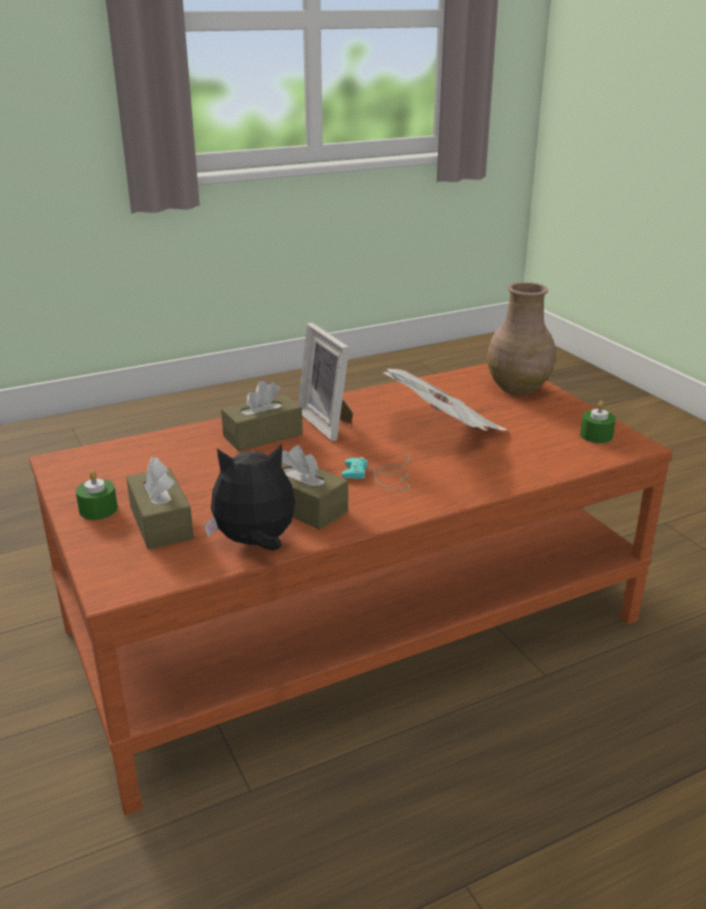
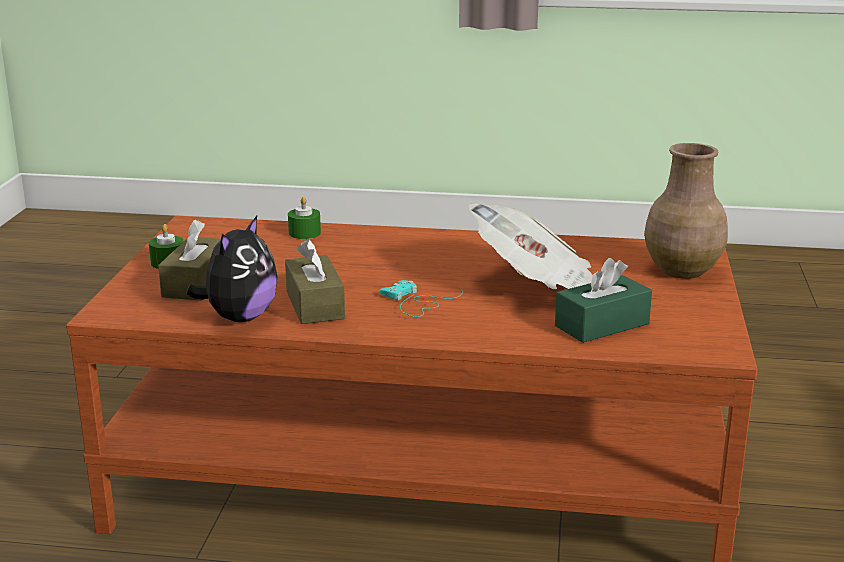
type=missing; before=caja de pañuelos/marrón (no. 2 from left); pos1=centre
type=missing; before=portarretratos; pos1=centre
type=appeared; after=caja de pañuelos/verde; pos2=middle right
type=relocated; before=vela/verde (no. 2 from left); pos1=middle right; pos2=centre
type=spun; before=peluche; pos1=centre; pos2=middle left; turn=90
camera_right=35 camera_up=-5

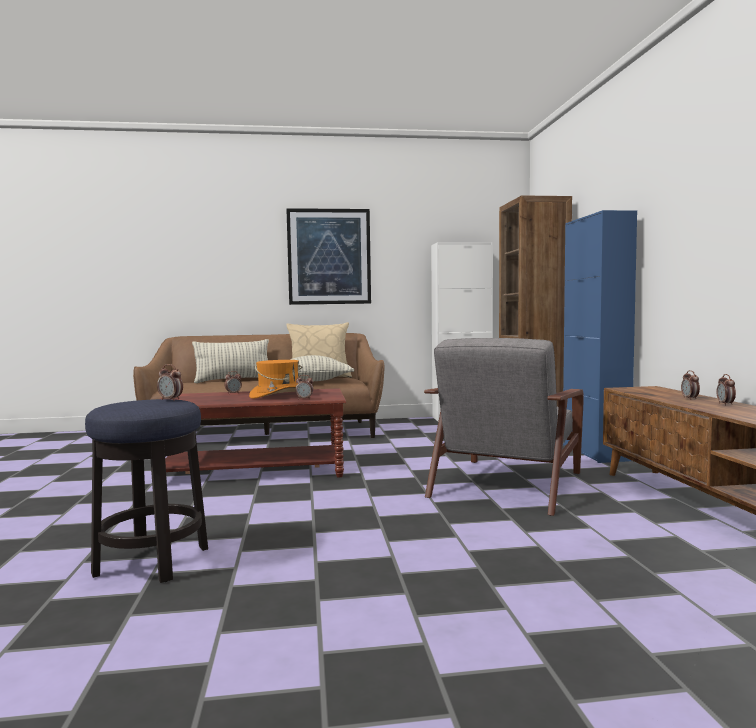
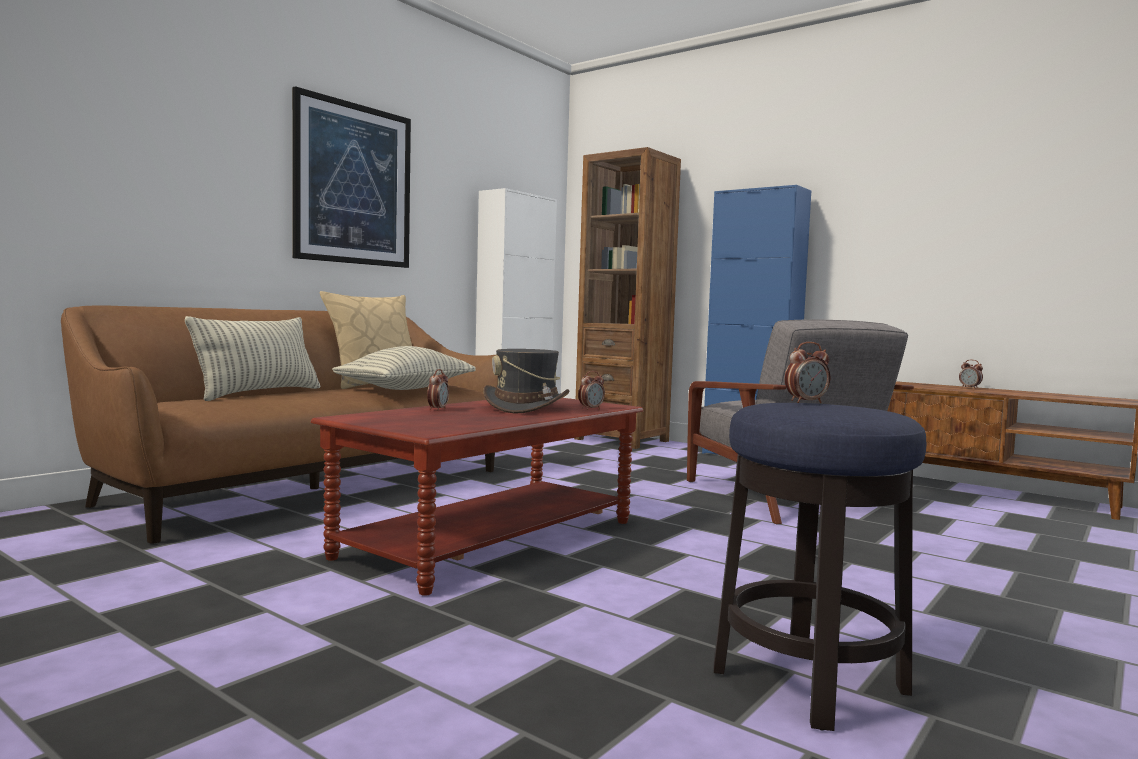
type=missing; before=despertador (no. 4 from left); pos1=middle right
type=colour; before=sombrero/naranja; after=sombrero/gris; pos1=centre; pos2=centre
camera_right=-45 camera_up=0

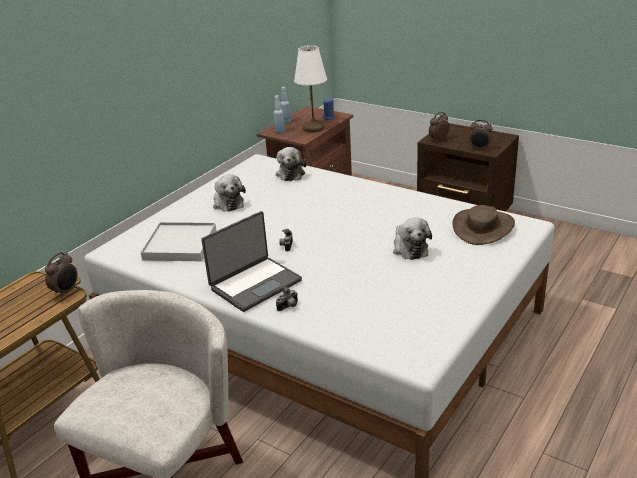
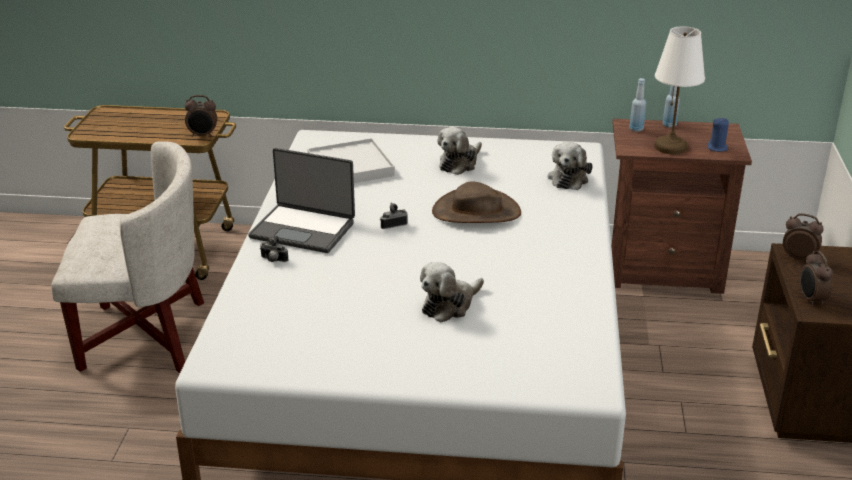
type=relocated; before=sombrero/marrón; pos1=middle right; pos2=centre
type=spun; before=peluche (no. 2 from left in the first image); pos1=centre; pos2=middle right; turn=-45
camera_right=60 camera_up=0

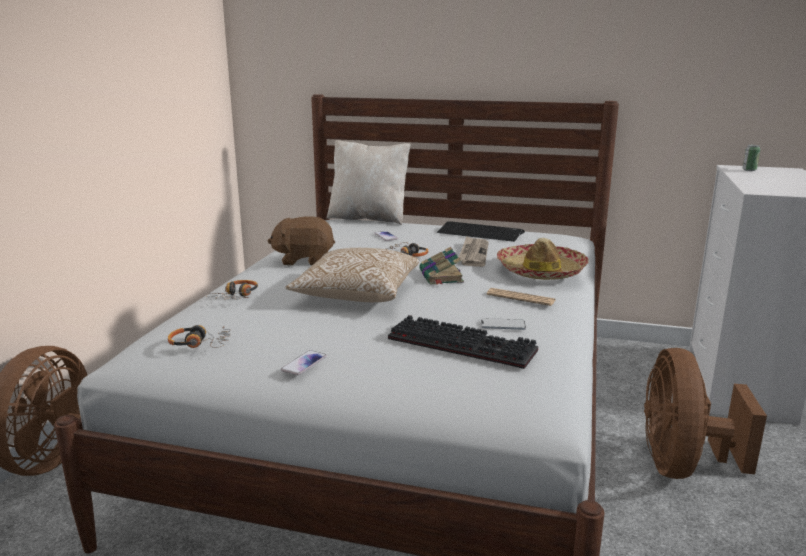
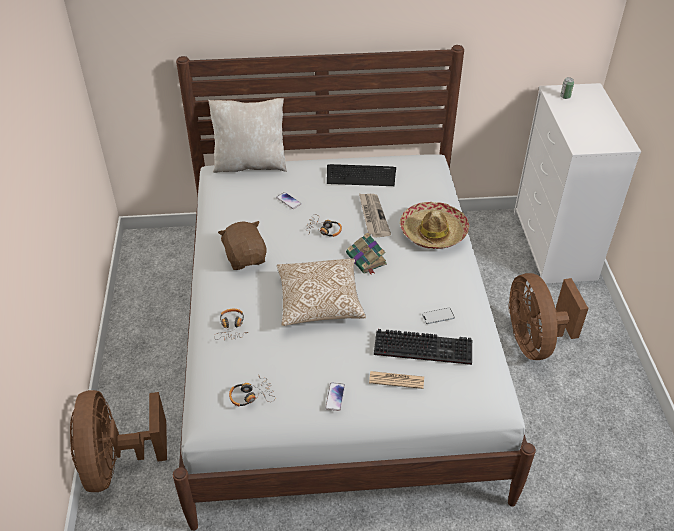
type=relocated; before=periódico (no. 2 from left); pos1=centre; pos2=bottom centre
type=spun; before=peluche/marrón; pos1=centre; pos2=centre; turn=90
camera_right=-20 camera_up=25

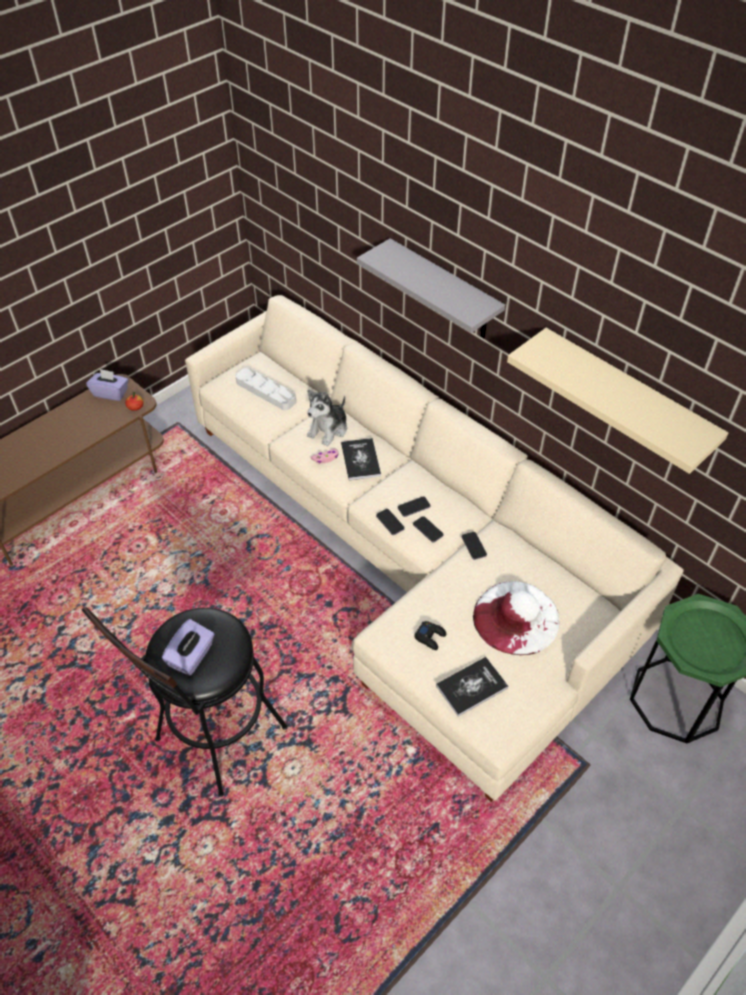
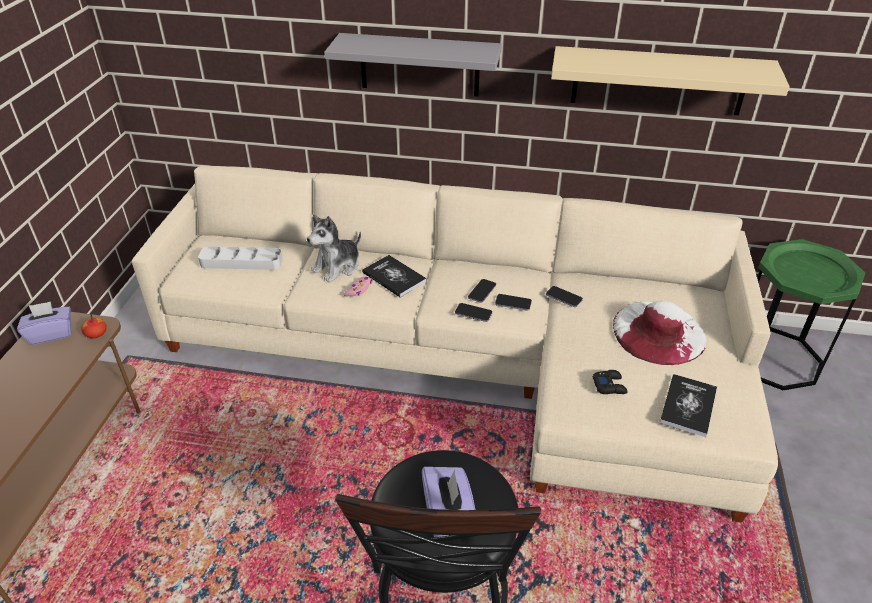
type=spun; before=peluche; pos1=centre; pos2=centre; turn=45
camera_right=-35 camera_up=-10

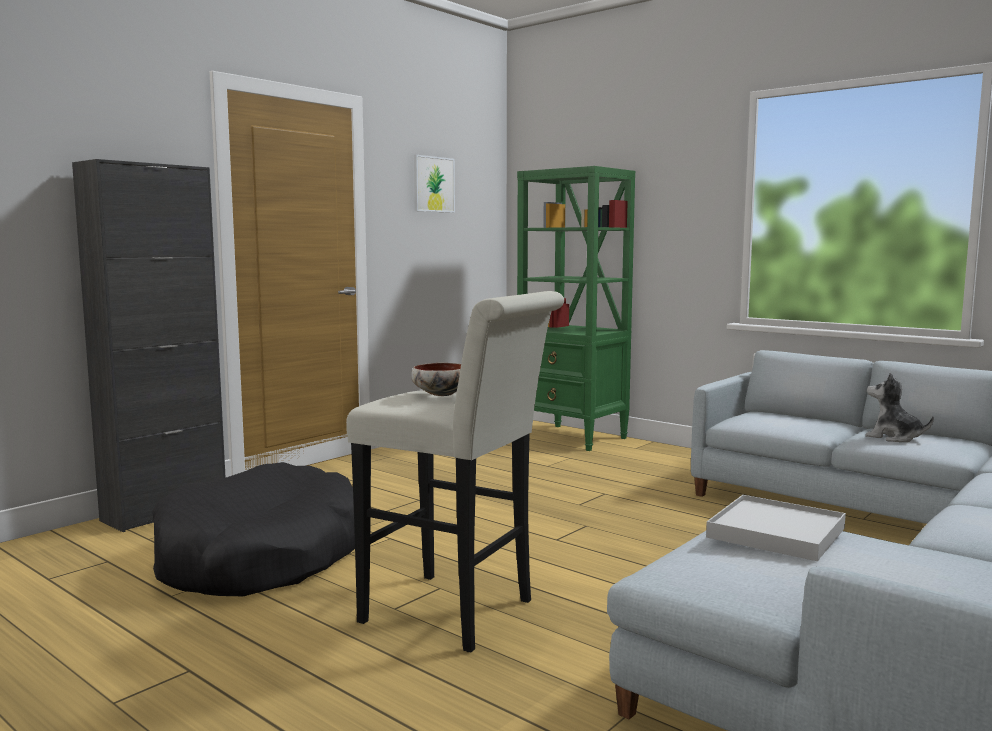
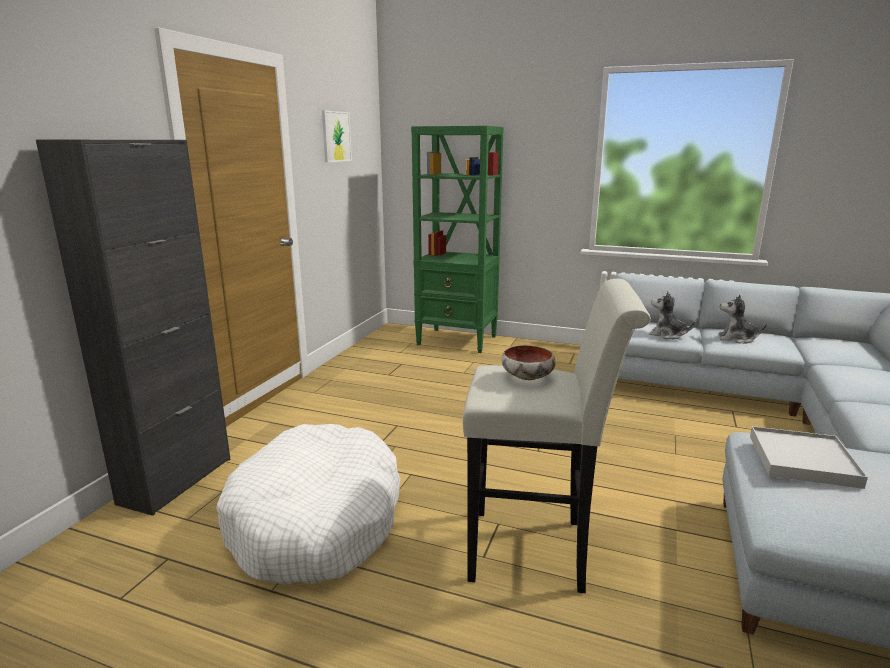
type=appeared; after=peluche (no. 1 from left); pos2=middle right
type=colour; before=cama para perro/negro; after=cama para perro/blanco; pos1=bottom left; pos2=bottom centre
camera_right=-20 camera_up=10

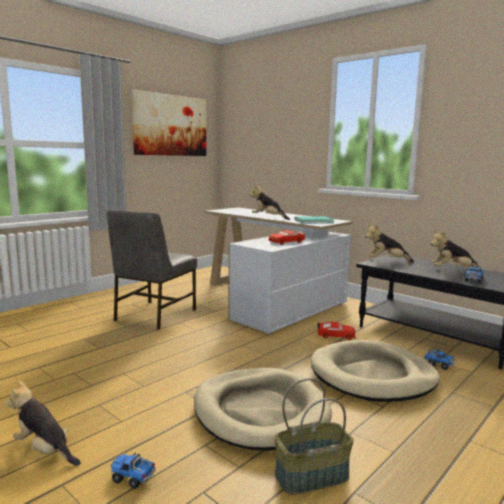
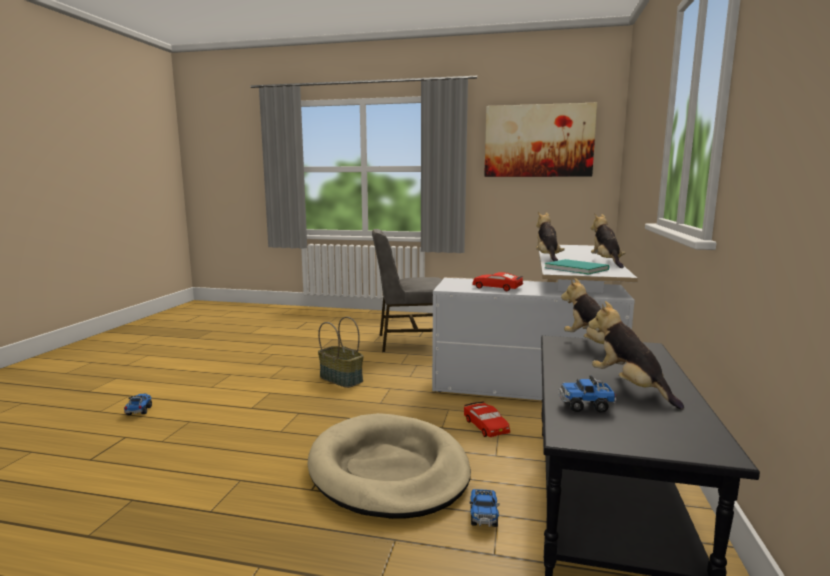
type=missing; before=cama para perro/beis (no. 1 from left); pos1=bottom centre
type=relocated; before=peluche (no. 1 from left in the first image); after=peluche (no. 3 from left); pos1=bottom left; pos2=middle right
type=relocated; before=cesta; pos1=bottom centre; pos2=centre
camera_right=60 camera_up=0

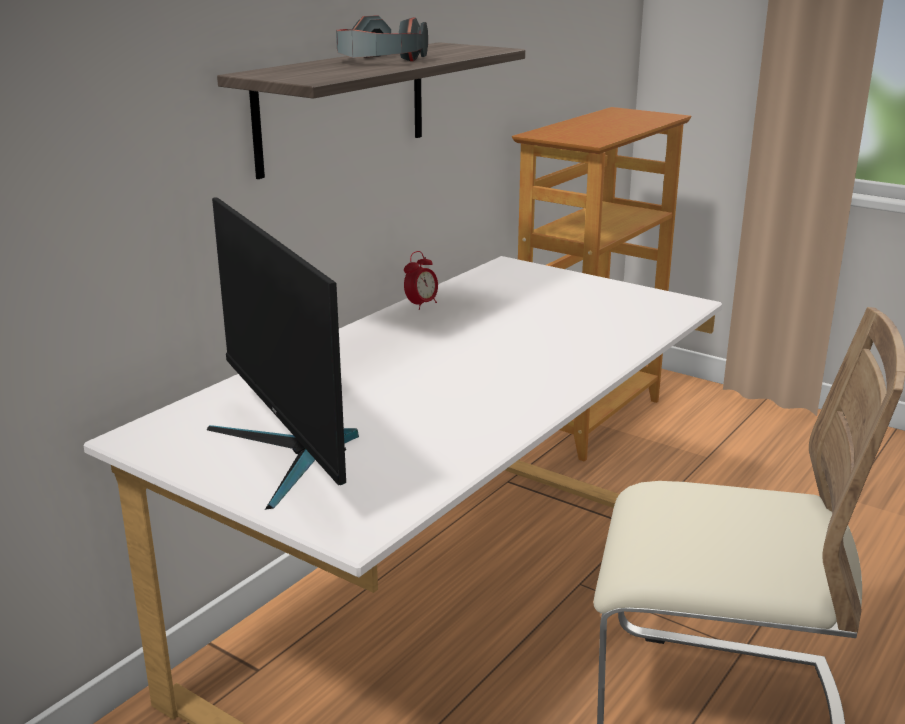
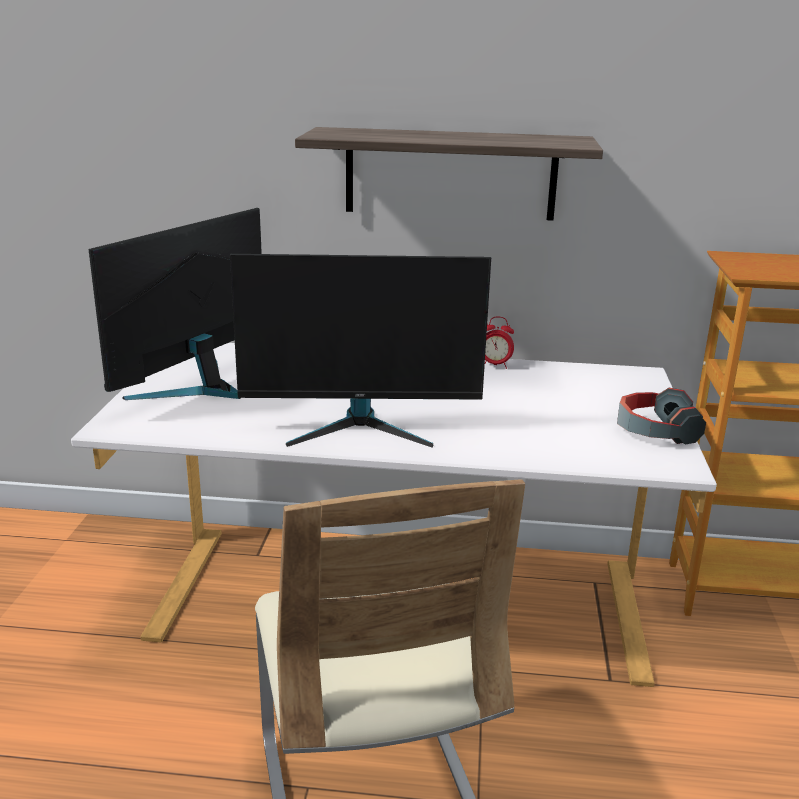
type=appeared; after=monitor (no. 2 from left); pos2=centre
type=relocated; before=auriculares; pos1=top centre; pos2=middle right
camera_right=60 camera_up=0

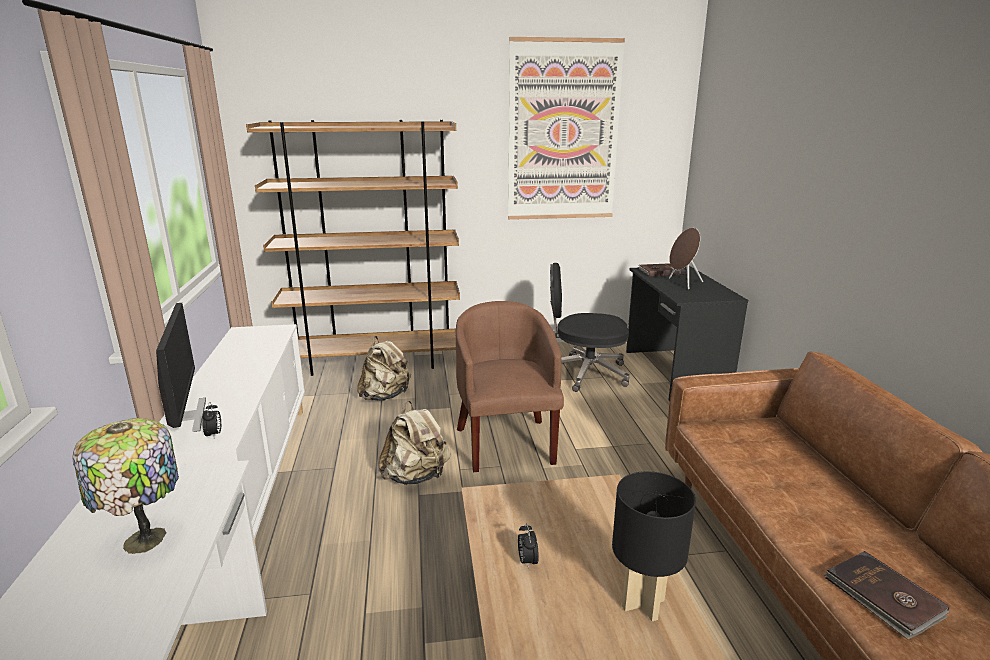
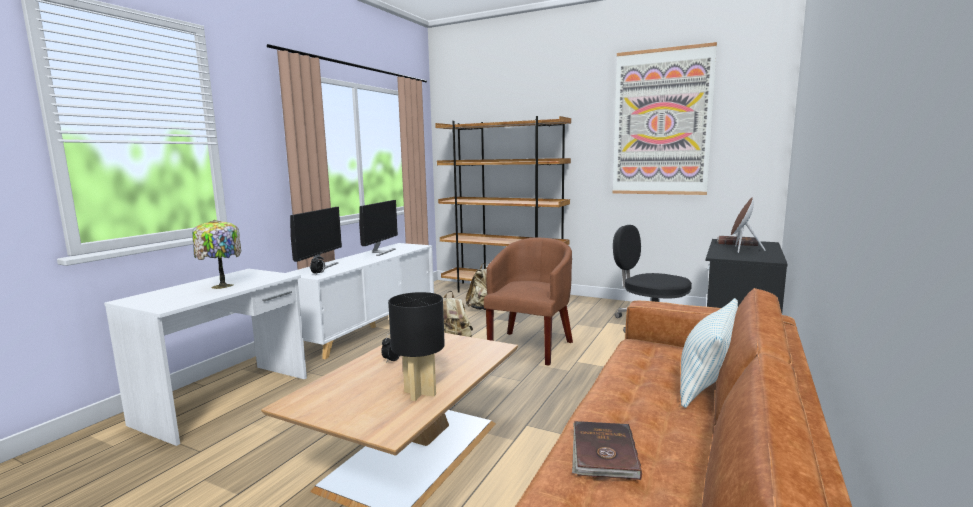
type=appeared; after=monitor (no. 2 from left); pos2=centre
type=appeared; after=cojín; pos2=bottom right
camera_right=35 camera_up=-10

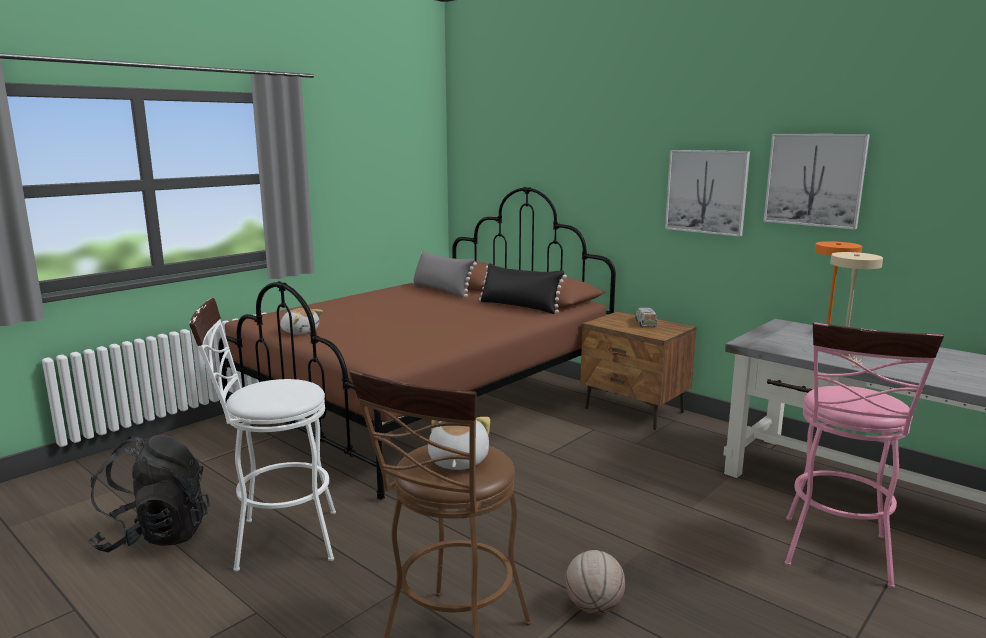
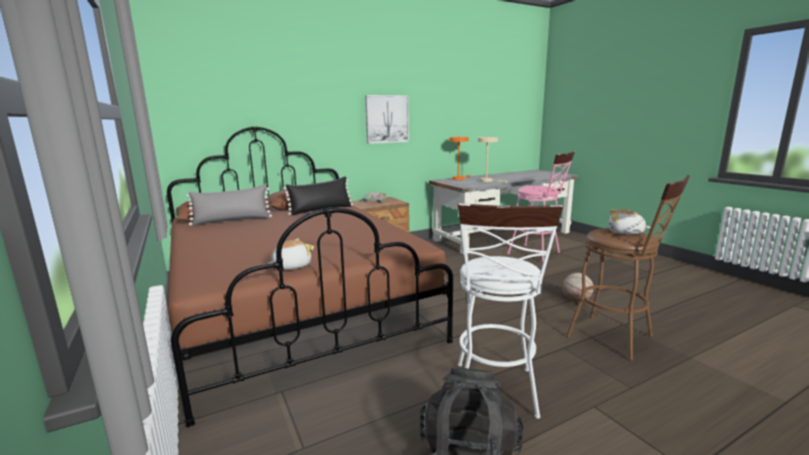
type=missing; before=cuadro (no. 2 from left); pos1=top right
camera_right=-70 camera_up=0

